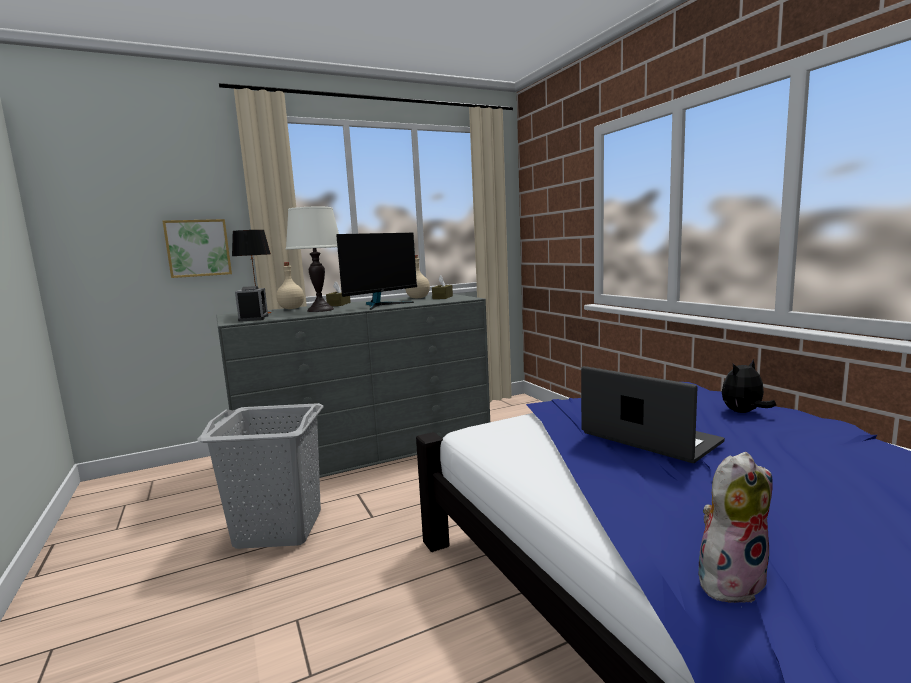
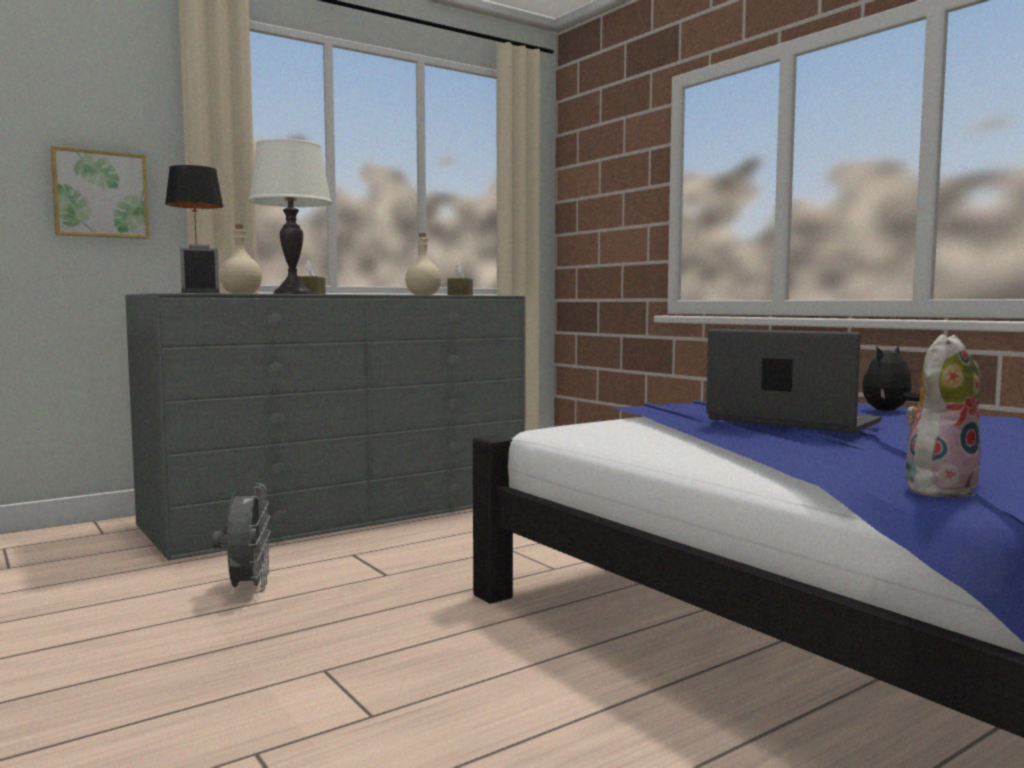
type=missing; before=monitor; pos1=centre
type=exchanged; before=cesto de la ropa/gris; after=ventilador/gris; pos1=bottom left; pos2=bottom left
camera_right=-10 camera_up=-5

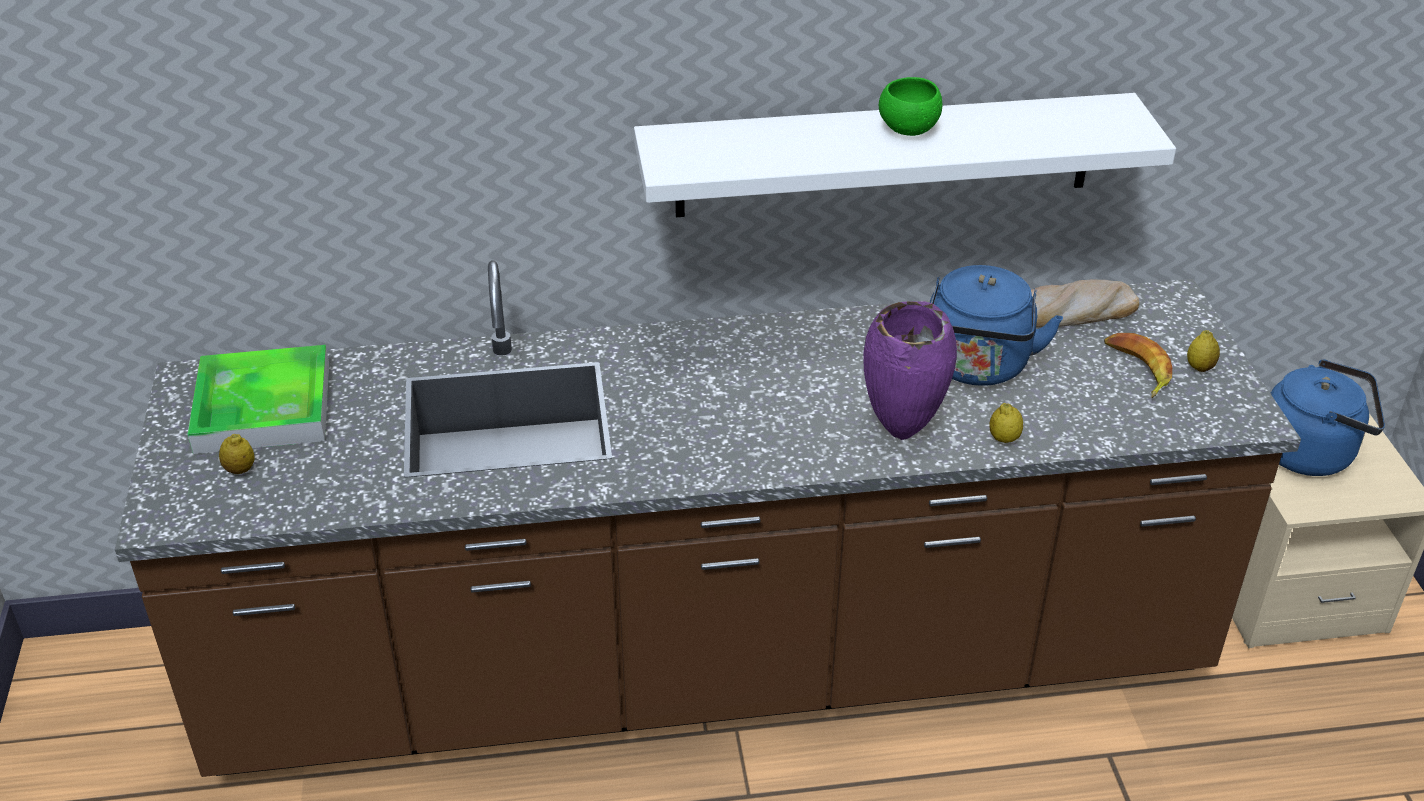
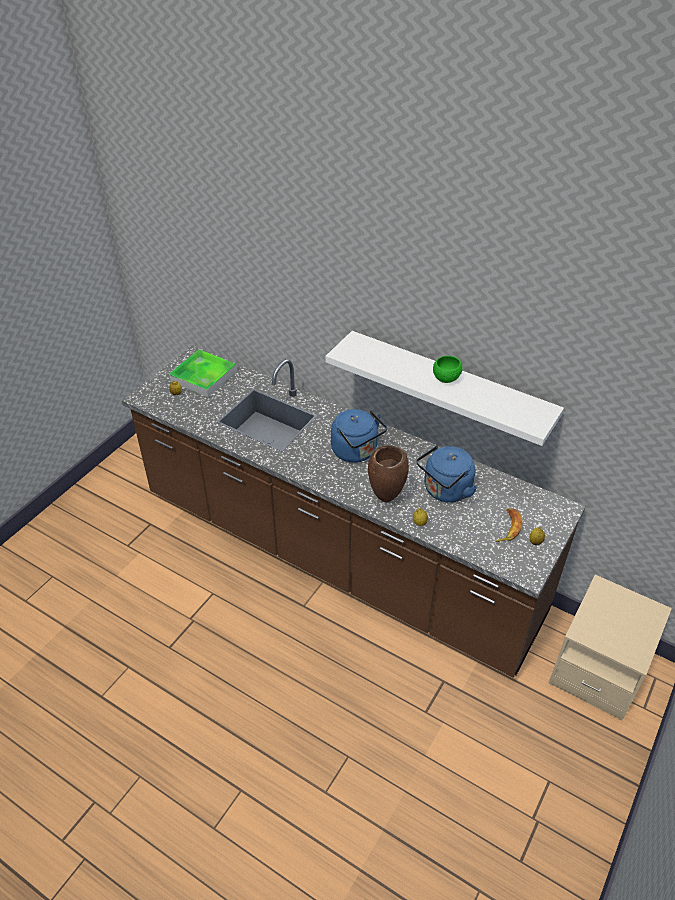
type=missing; before=pan; pos1=middle right
type=relocated; before=hervidor/azul (no. 2 from left in the first image); after=hervidor/azul (no. 1 from left); pos1=middle right; pos2=centre
type=colour; before=florero/morado; after=florero/marrón; pos1=centre; pos2=centre
camera_right=40 camera_up=5

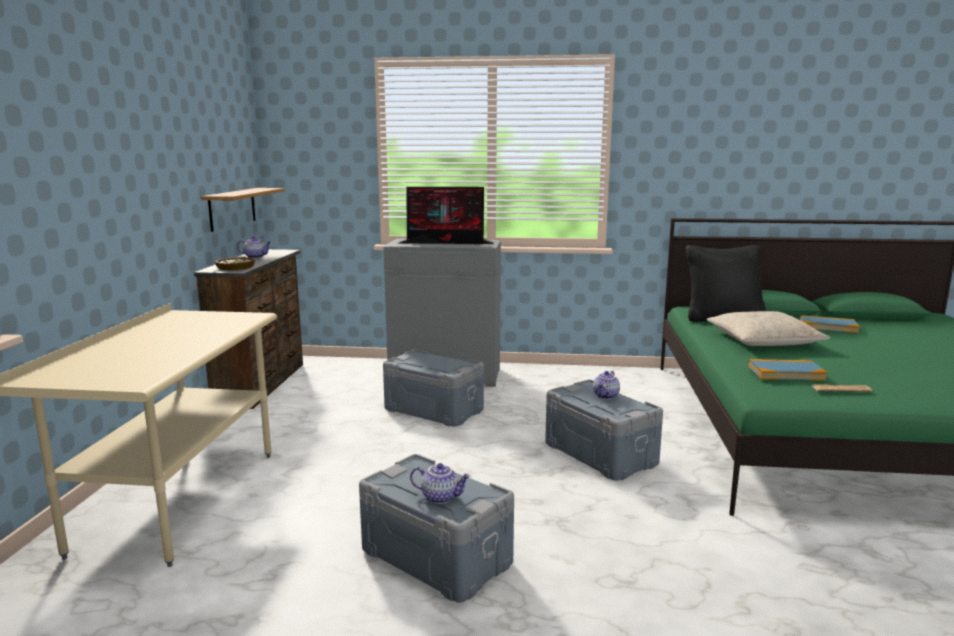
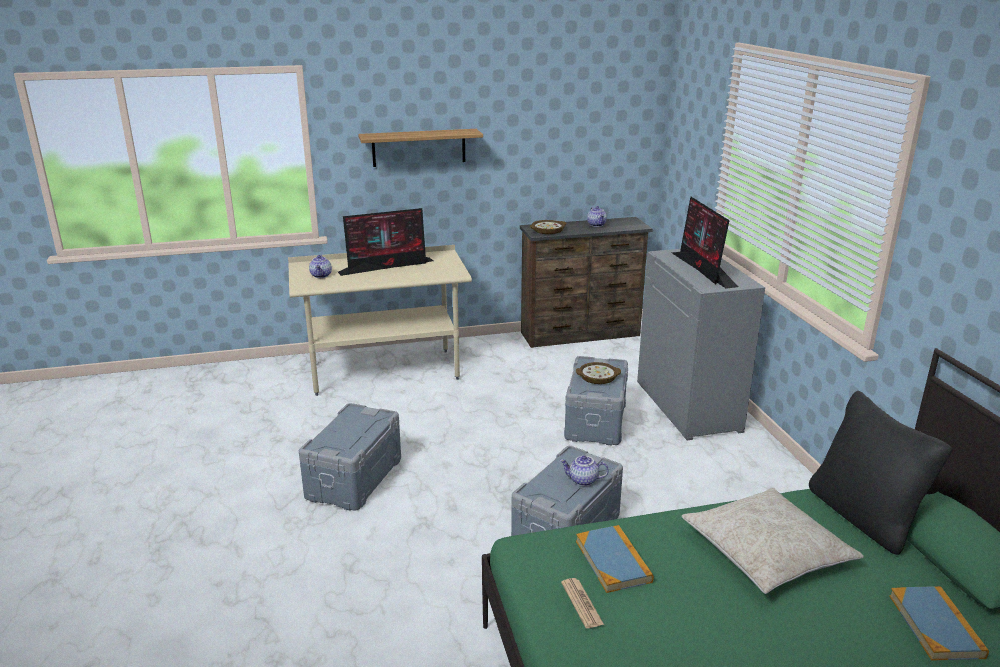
type=appeared; after=monitor (no. 1 from left); pos2=centre
type=appeared; after=cuenco (no. 2 from left); pos2=centre
type=relocated; before=estante; pos1=top left; pos2=top centre
type=relocated; before=tetera (no. 2 from left in the first image); after=tetera (no. 1 from left); pos1=bottom centre; pos2=middle left
camera_right=70 camera_up=10

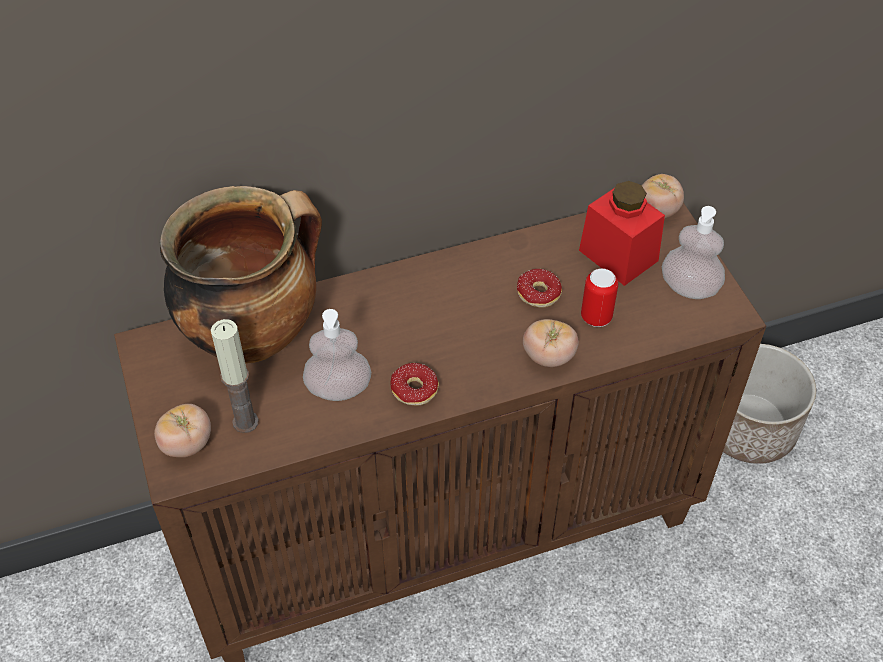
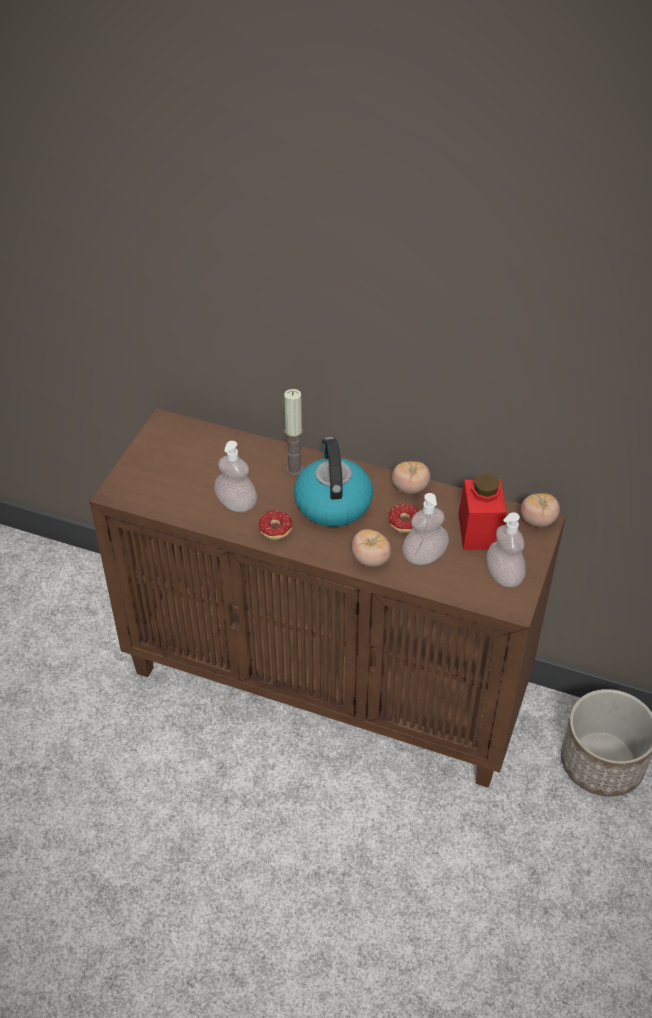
type=missing; before=olla; pos1=middle left
type=appeared; after=hervidor; pos2=centre
type=relocated; before=tomate (no. 1 from left in the first image); after=tomate (no. 2 from left); pos1=middle left; pos2=centre
type=relocated; before=vela; pos1=middle left; pos2=centre
type=exchanged; before=lata; after=dispensador de jabón (no. 2 from left); pos1=middle right; pos2=centre
camera_right=40 camera_up=-5

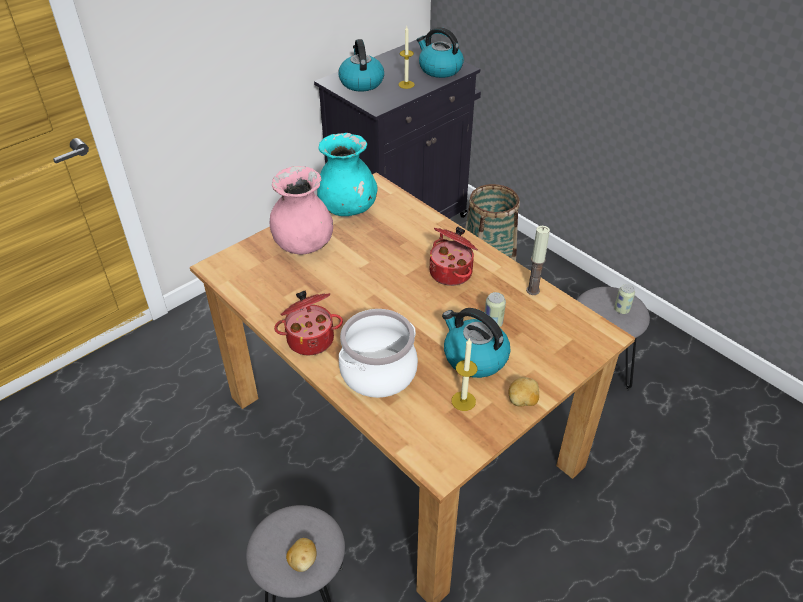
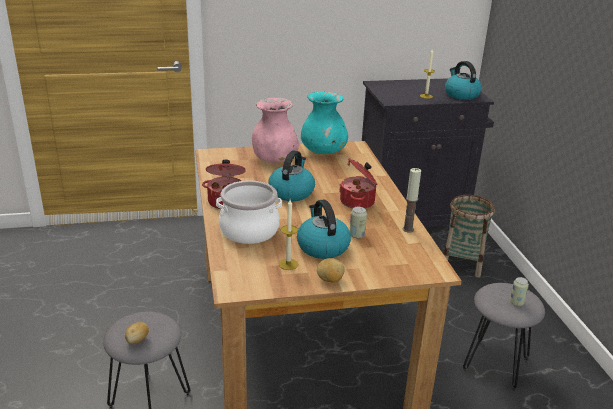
type=relocated; before=hervidor (no. 1 from left); pos1=top centre; pos2=centre
camera_right=30 camera_up=-15

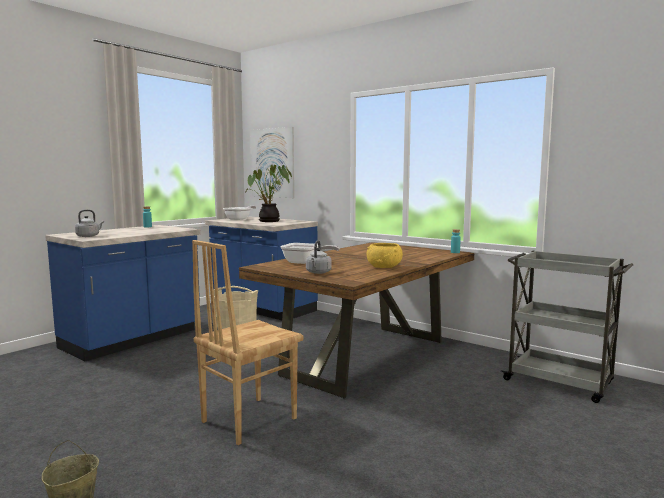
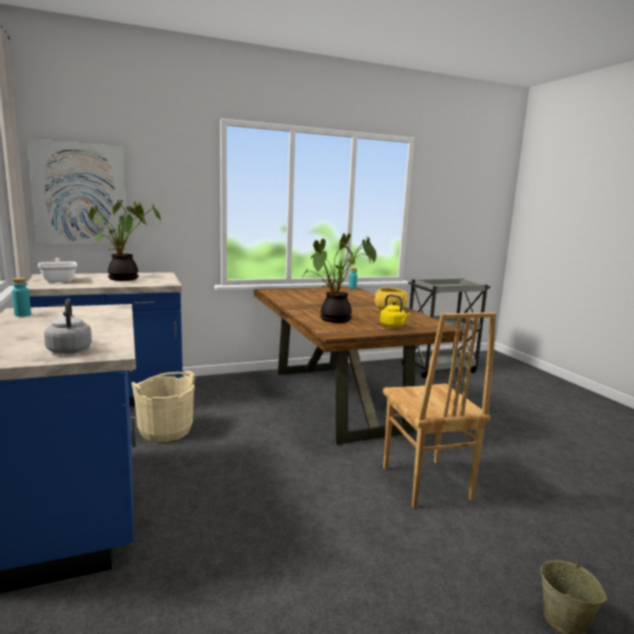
type=exchanged; before=sartén (no. 2 from left); after=planta en maceta (no. 2 from left); pos1=centre; pos2=centre
type=colour; before=hervidor/gris (no. 2 from left); after=hervidor/amarillo; pos1=centre; pos2=centre
camera_right=-60 camera_up=5

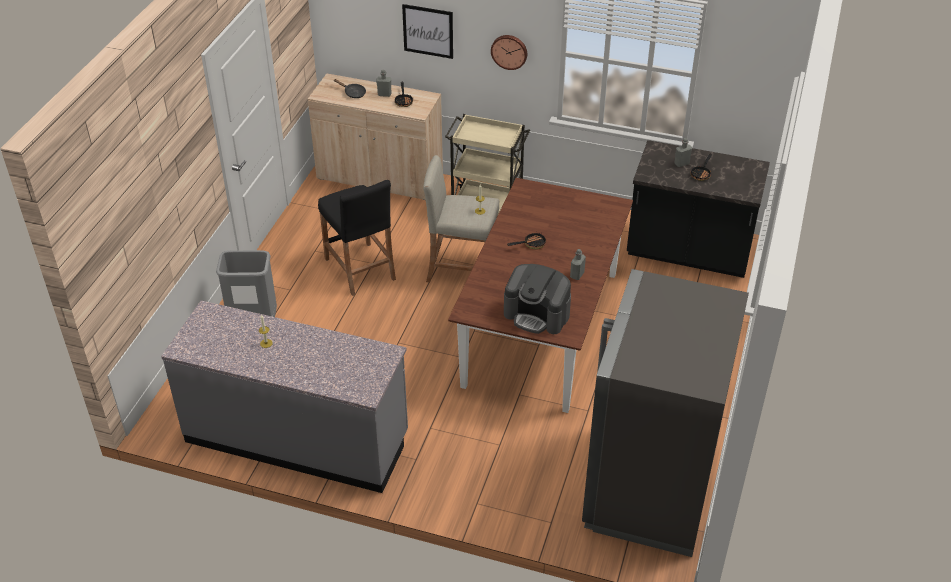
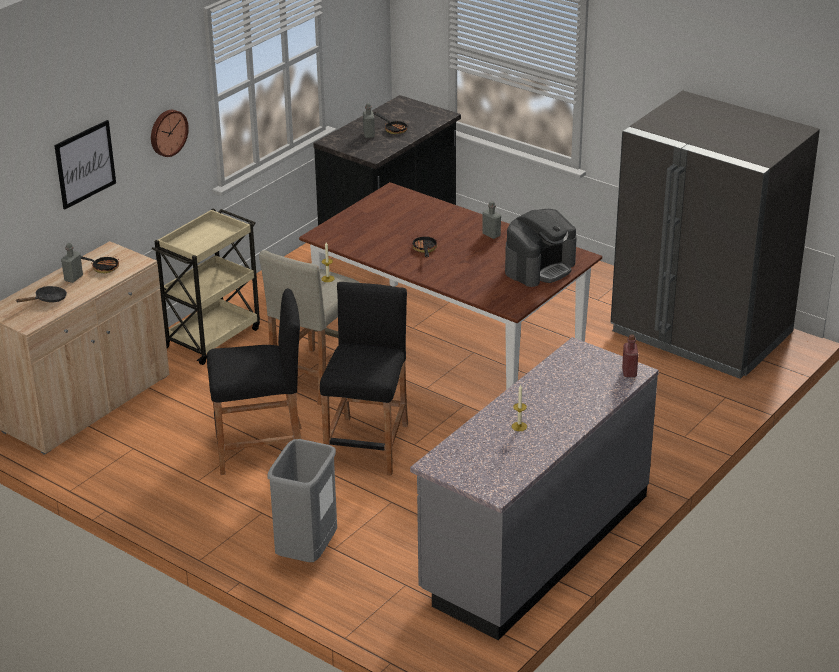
type=appeared; after=taburete/negro (no. 2 from left); pos2=centre
type=appeared; after=botella/rojo; pos2=middle right
camera_right=-70 camera_up=-10

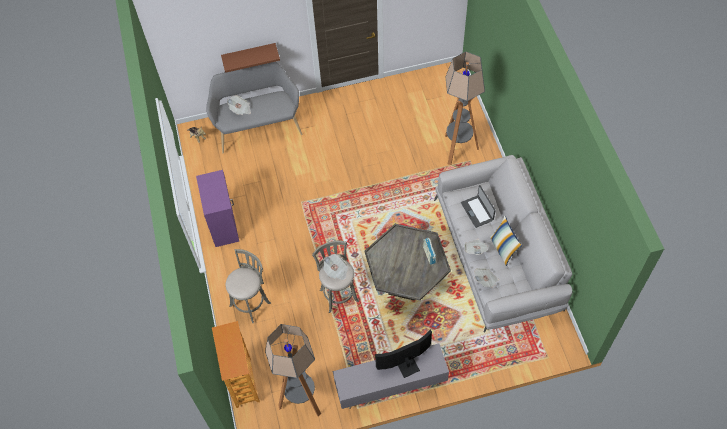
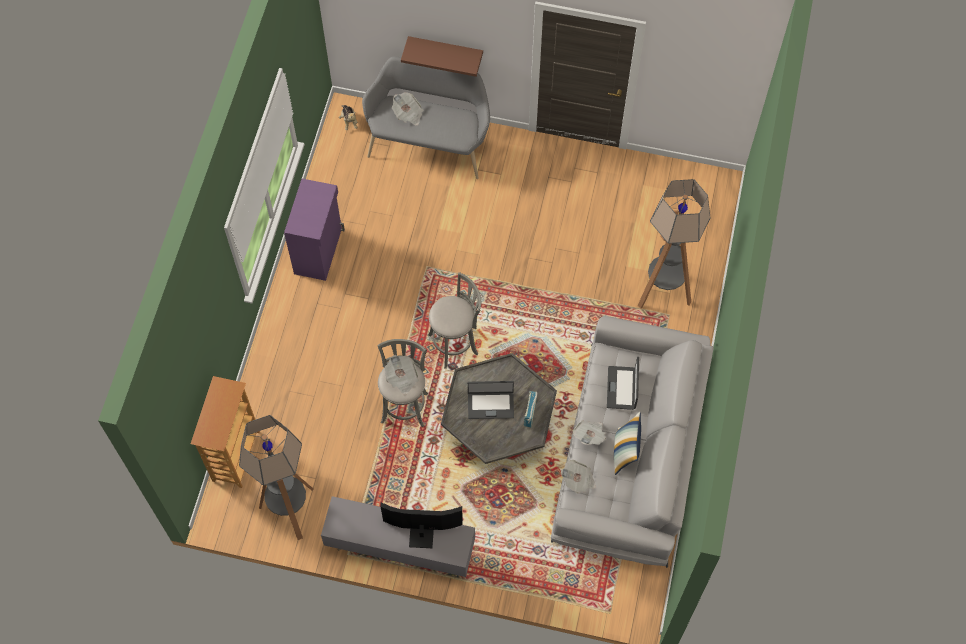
type=appeared; after=portátil (no. 1 from left); pos2=centre
type=relocated; before=taburete/gris (no. 1 from left in the first image); after=taburete/gris (no. 2 from left); pos1=bottom centre; pos2=centre
camera_right=25 camera_up=5

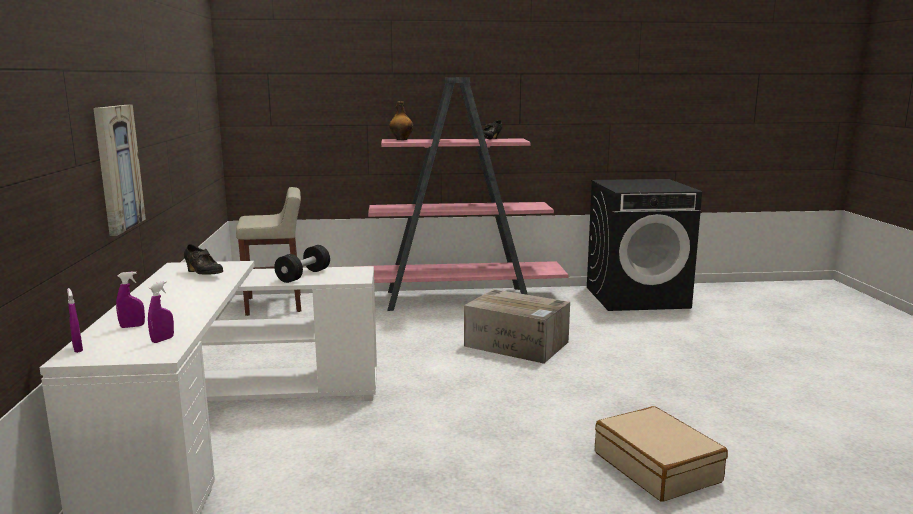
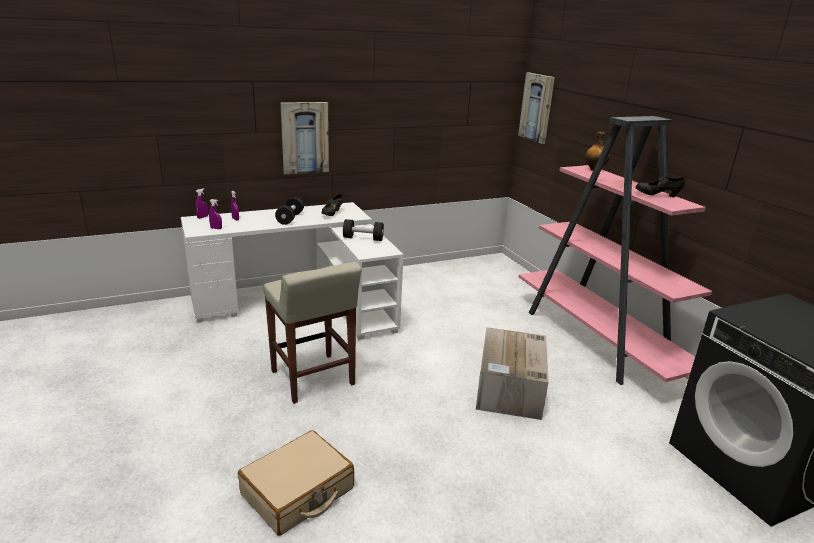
type=appeared; after=mancuerna/negro (no. 1 from left); pos2=centre
type=appeared; after=cuadro (no. 2 from left); pos2=top centre
type=relocated; before=taburete/beis; pos1=middle left; pos2=centre
camera_right=70 camera_up=10

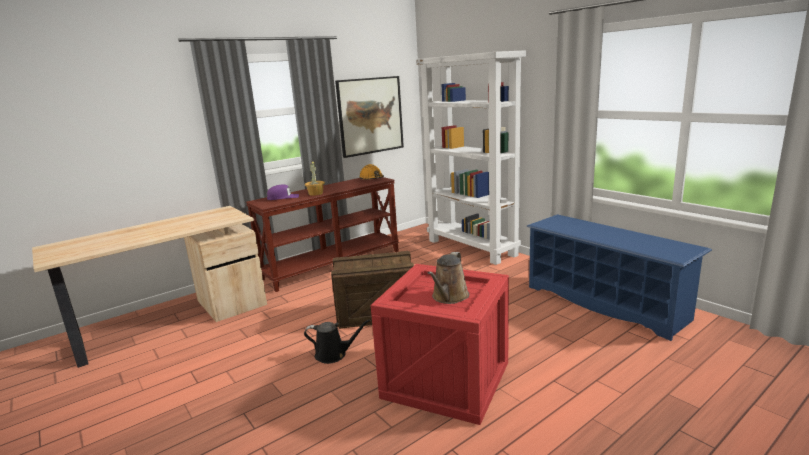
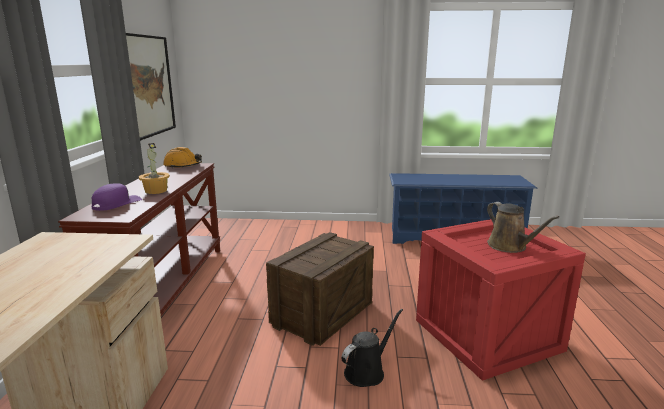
type=missing; before=estantería/blanco; pos1=centre
camera_right=-50 camera_up=0

